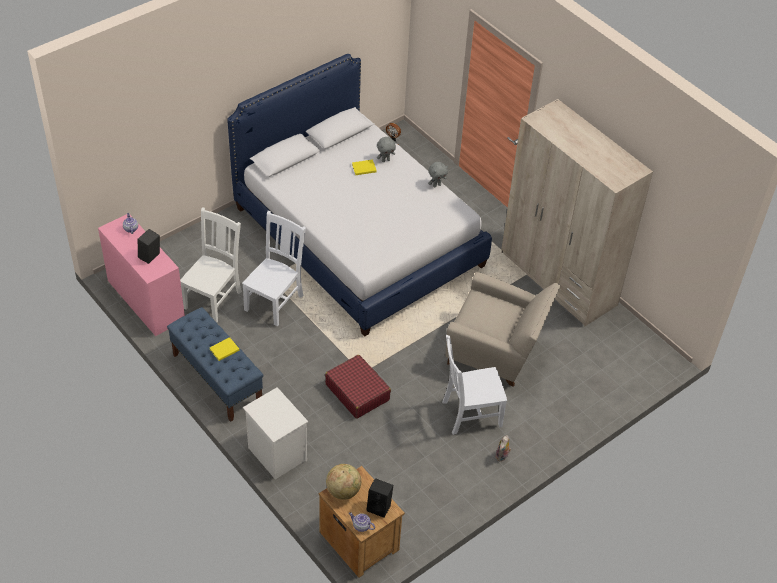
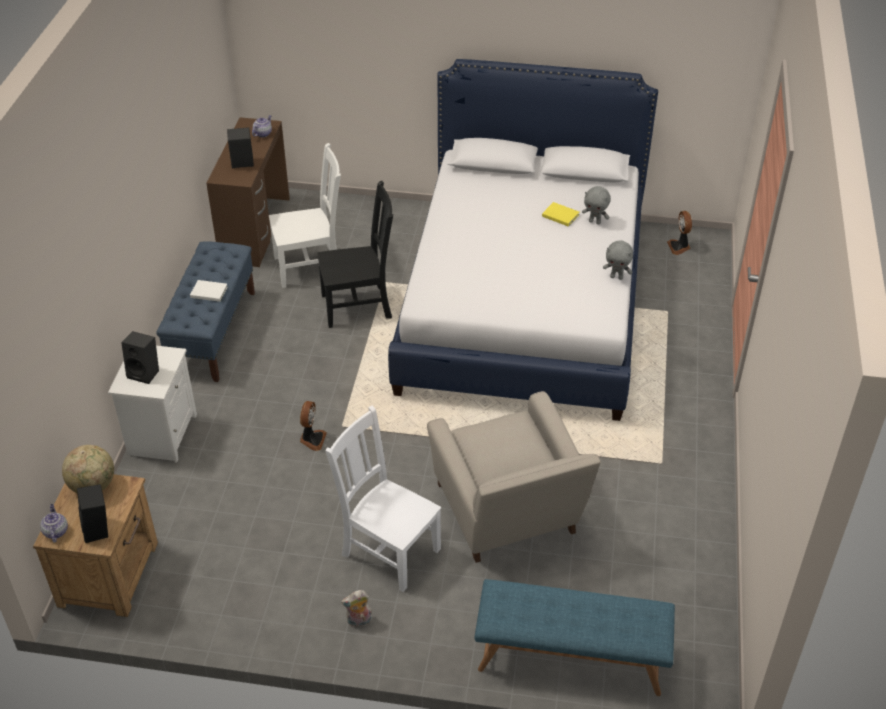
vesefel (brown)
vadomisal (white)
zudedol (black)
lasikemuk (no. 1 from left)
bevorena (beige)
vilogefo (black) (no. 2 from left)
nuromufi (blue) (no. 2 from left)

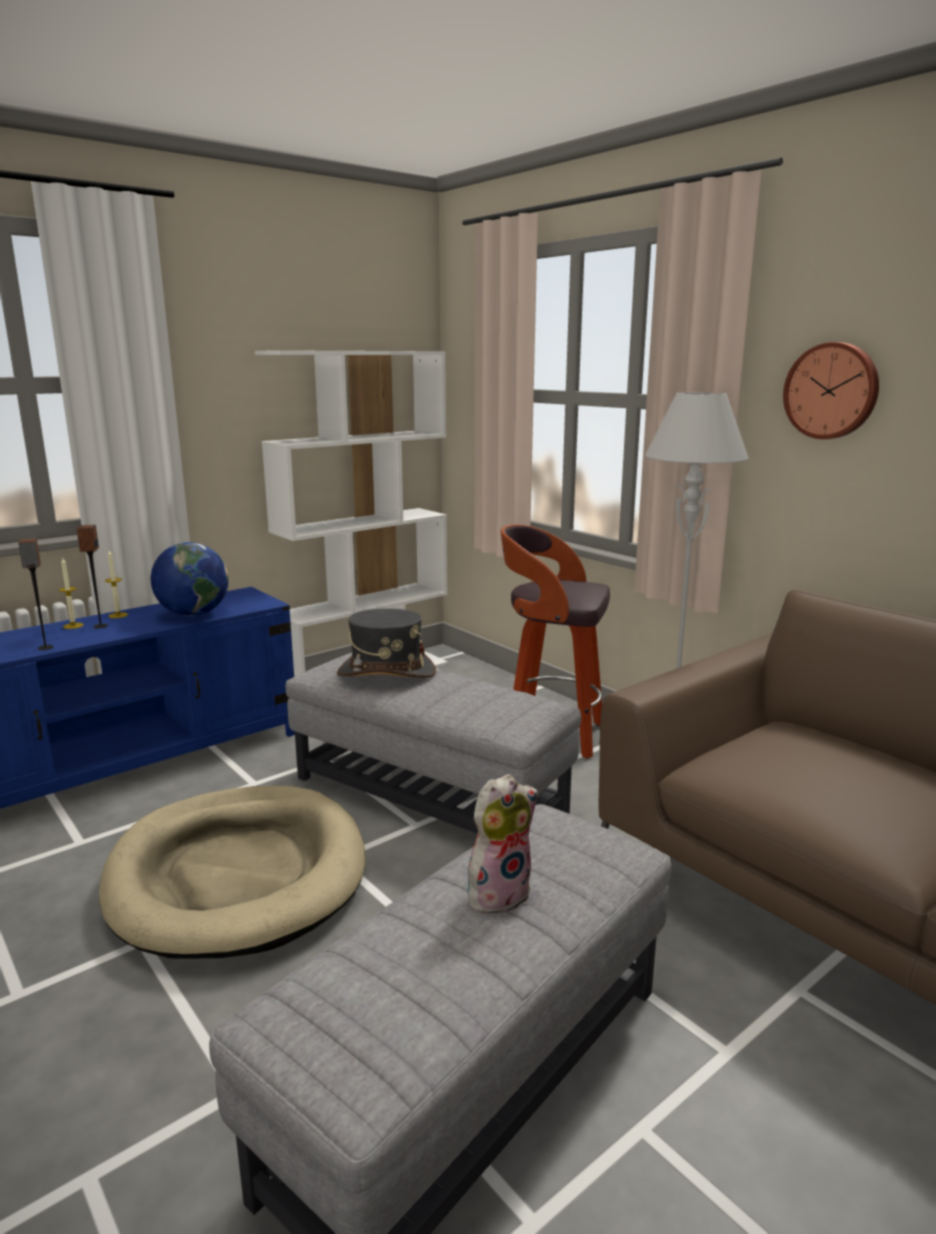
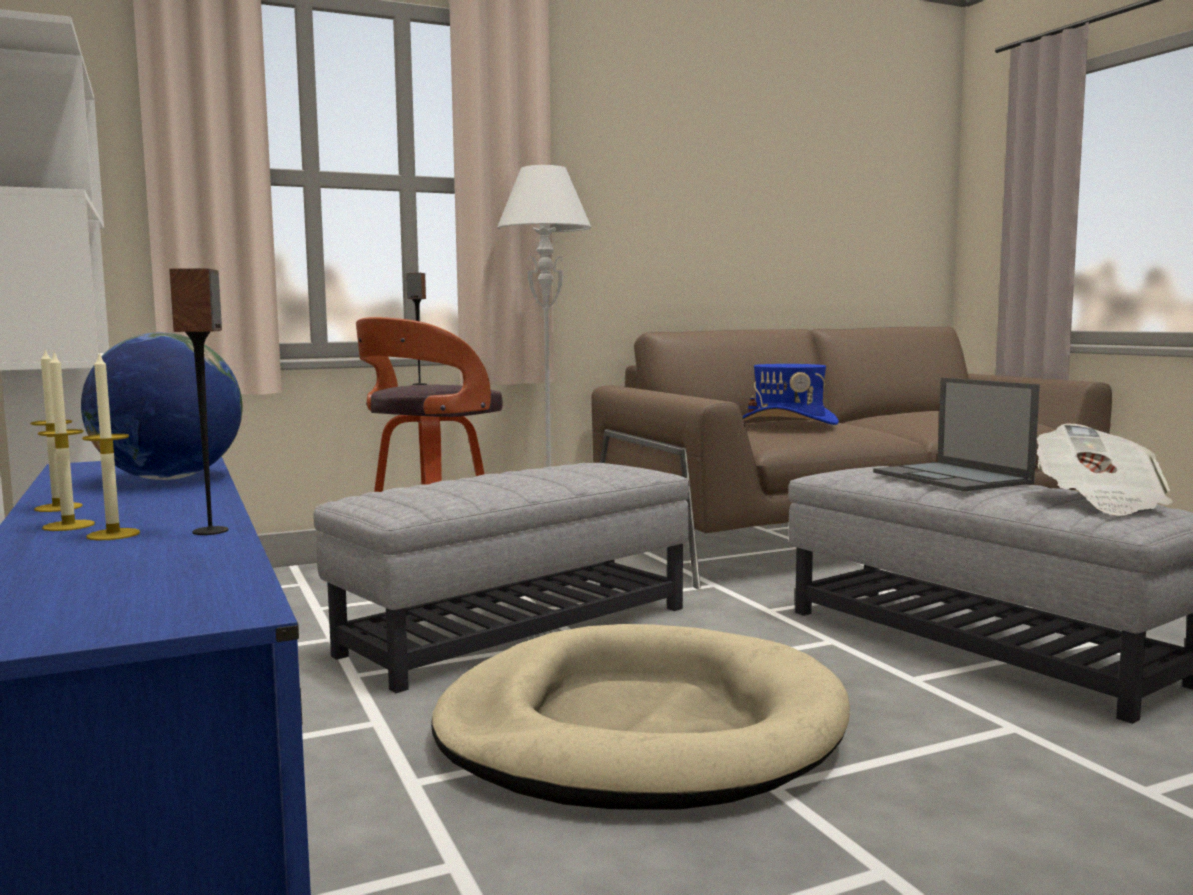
vilogefo (no. 2 from left)
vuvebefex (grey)
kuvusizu
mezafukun
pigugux (no. 3 from left)
vuvebefex (blue)
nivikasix

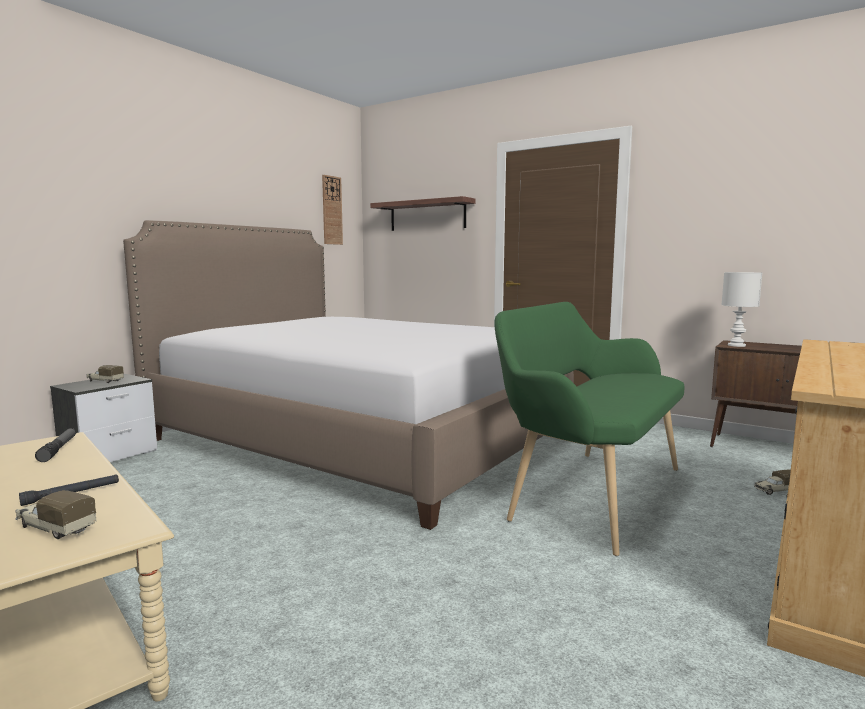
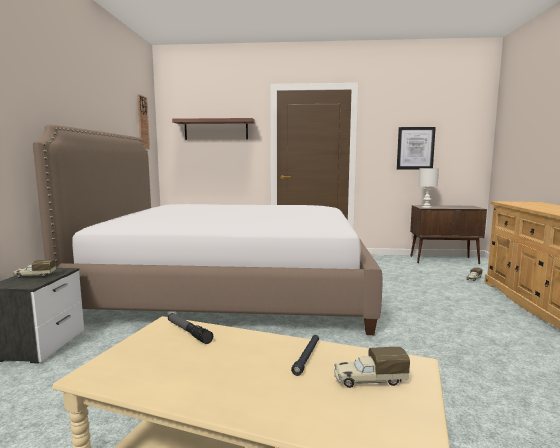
nuromufi (green)
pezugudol

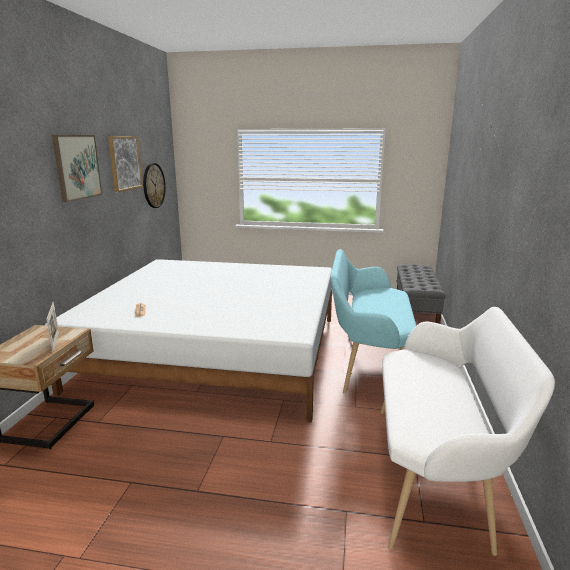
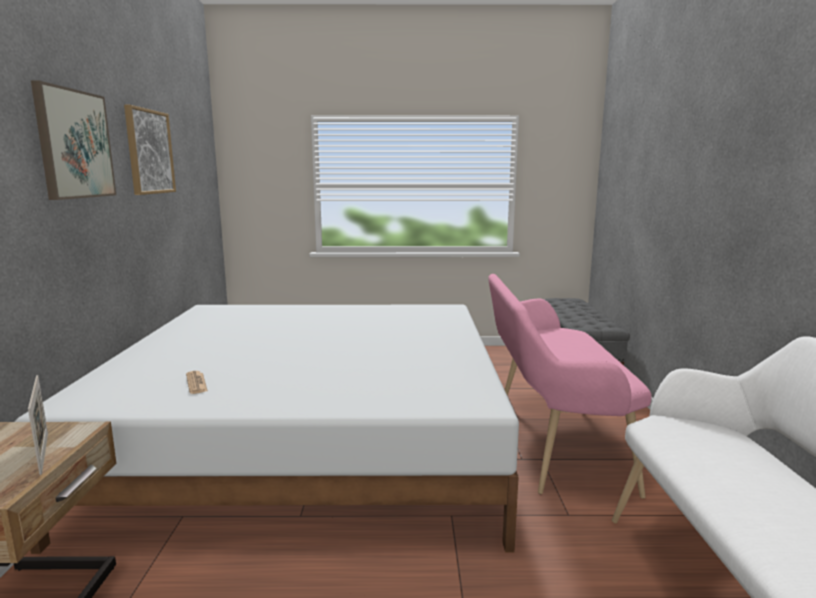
mezafukun
nuromufi (pink)

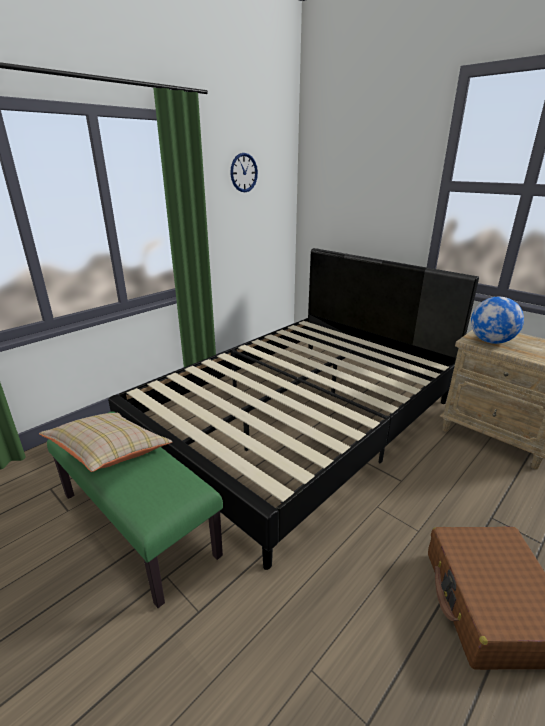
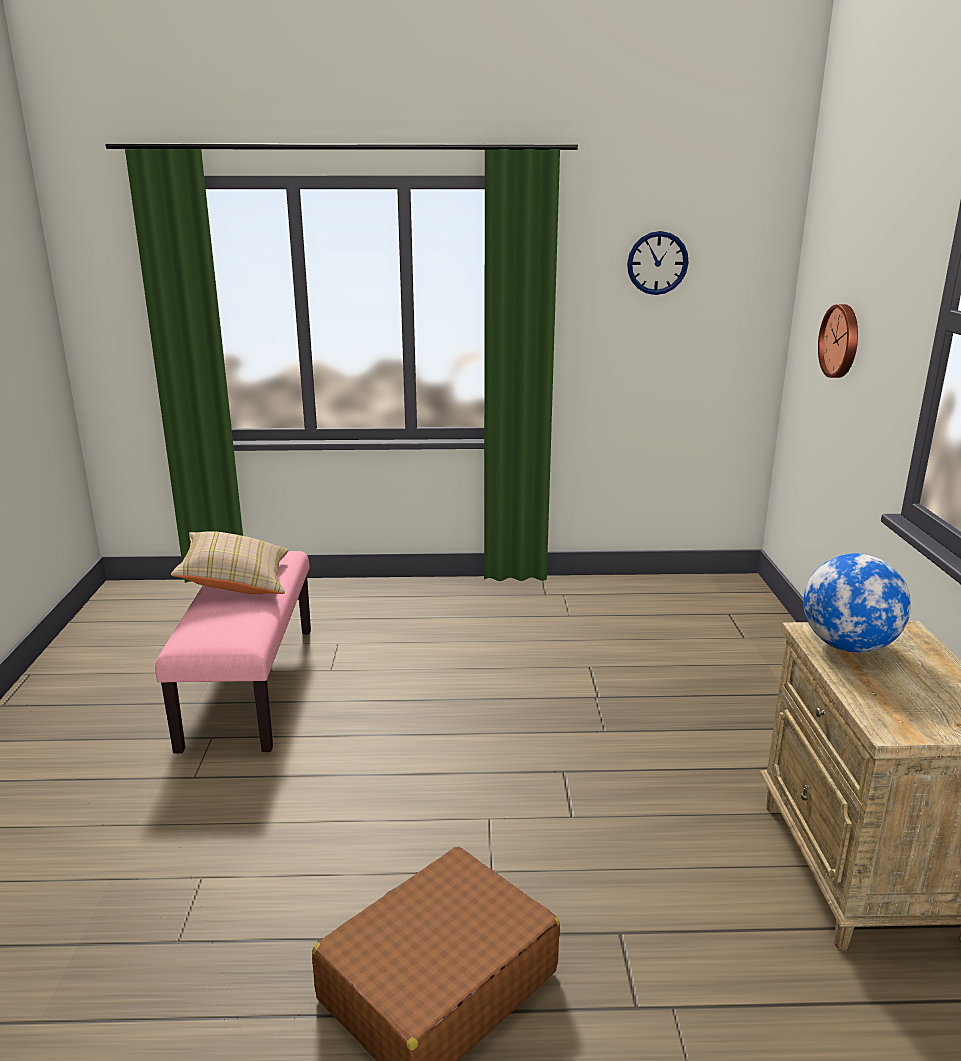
nuromufi (pink)
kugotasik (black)
mezafukun (no. 2 from left)

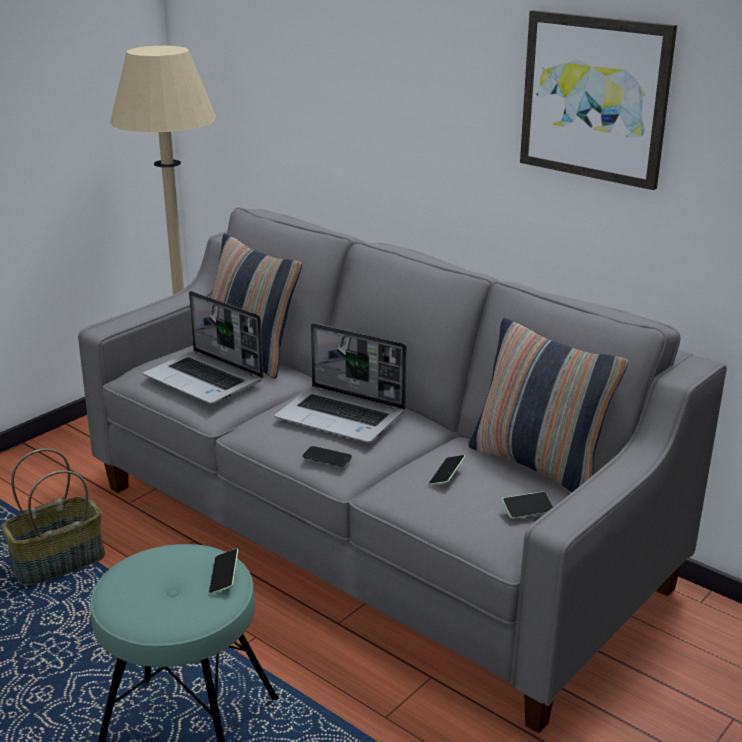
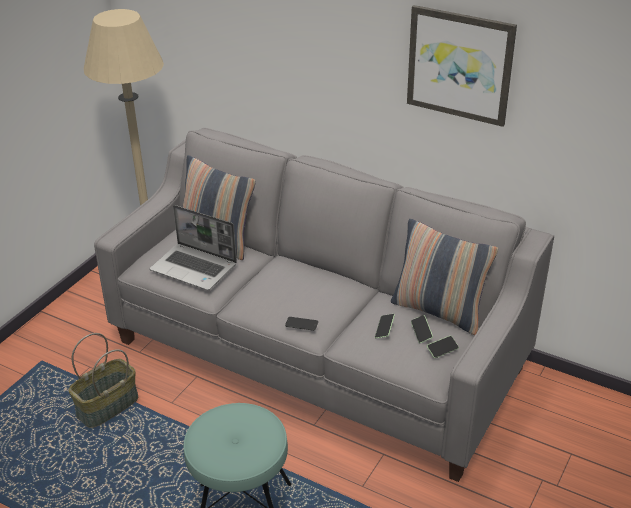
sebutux (no. 3 from left)
kuvusizu (no. 2 from left in the first image)

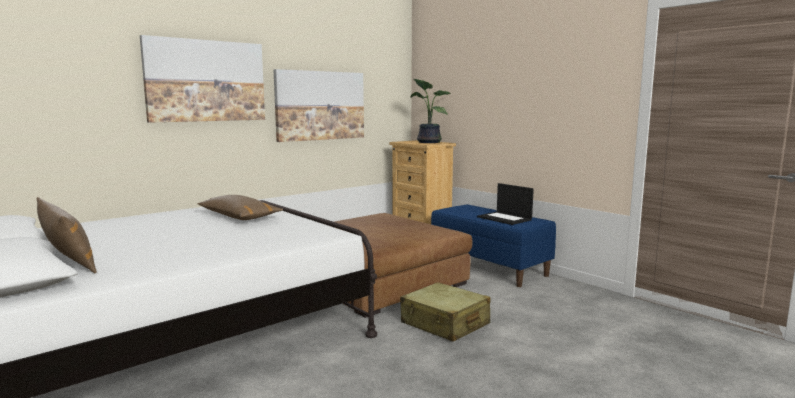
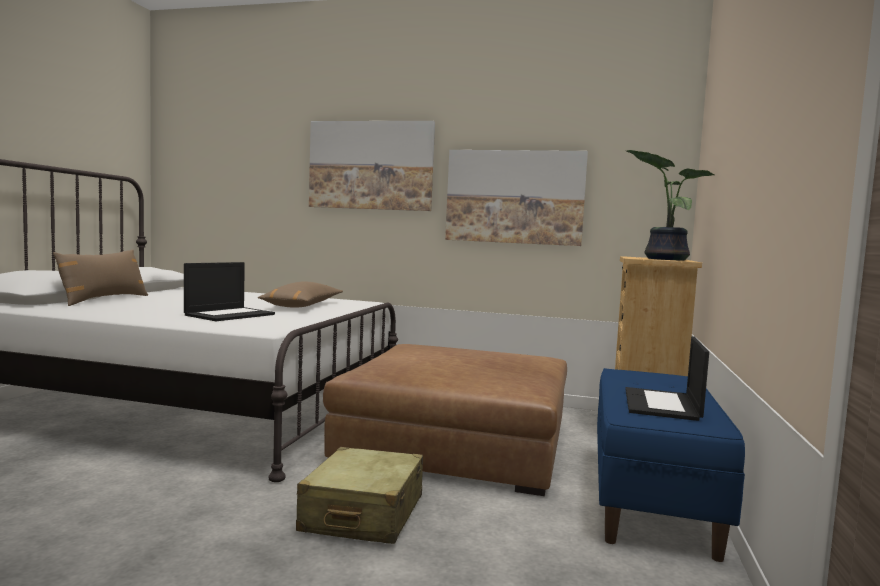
kuvusizu (no. 1 from left)

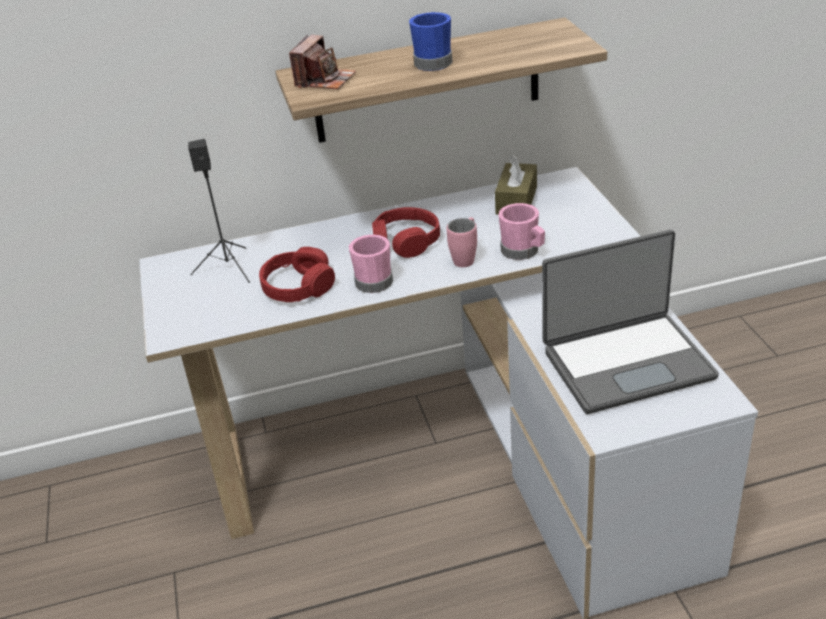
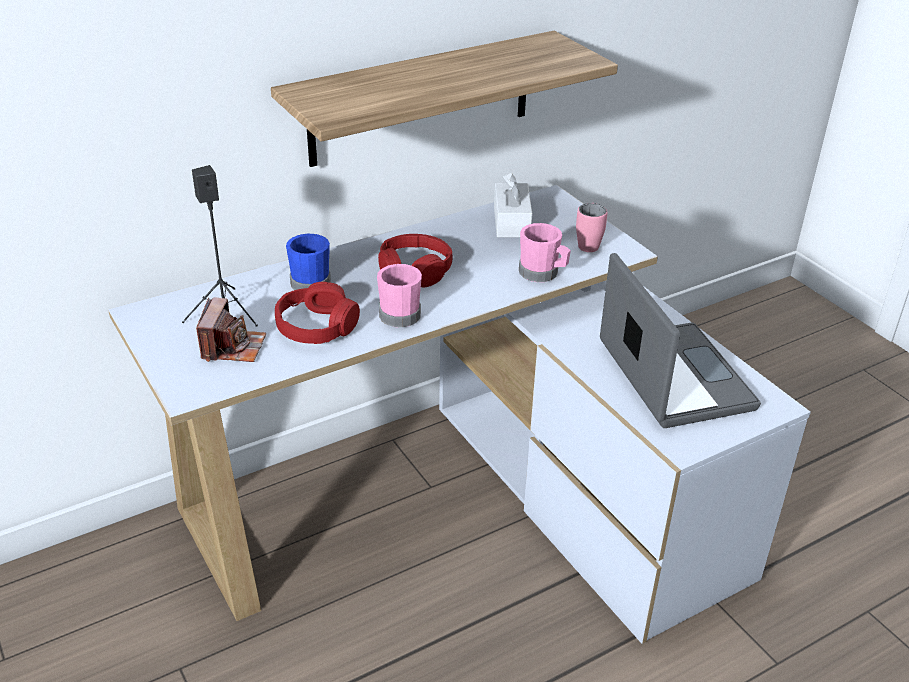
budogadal
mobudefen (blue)
mobudefen (pink) (no. 3 from left)
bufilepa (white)
kuvusizu

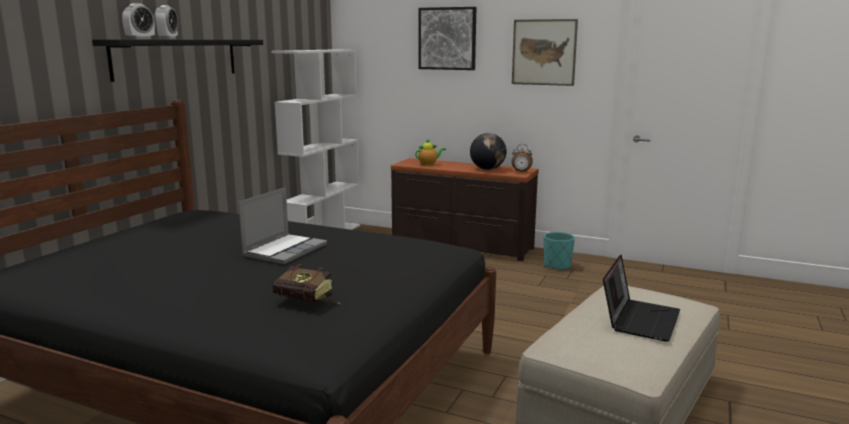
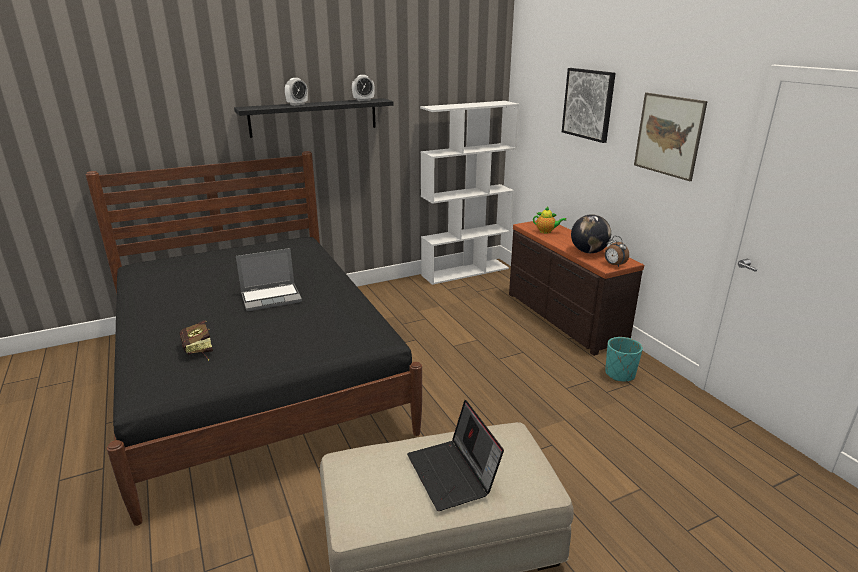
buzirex (no. 2 from left)
kuvusizu (no. 2 from left)

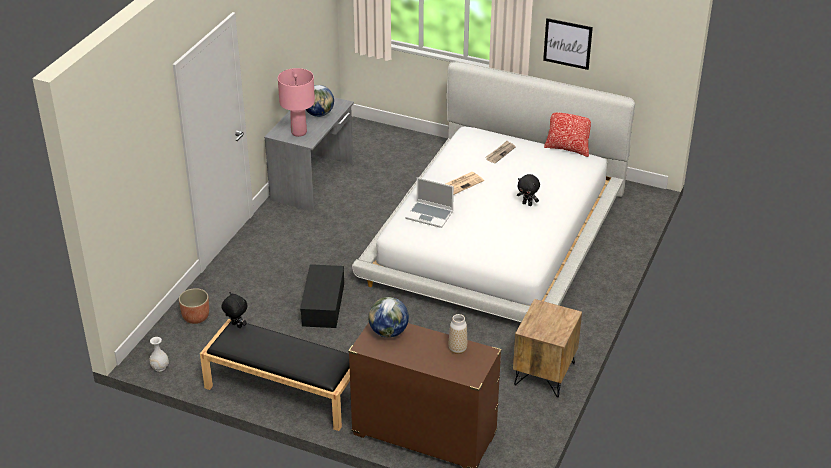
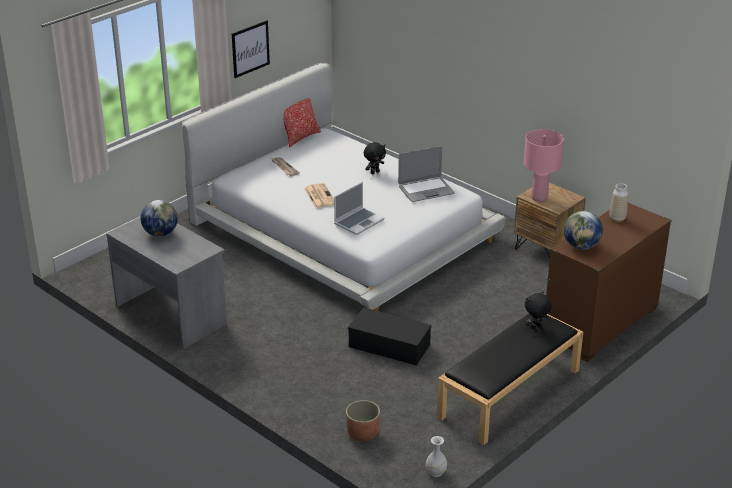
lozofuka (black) (no. 2 from left)
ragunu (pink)
kuvusizu (no. 2 from left)

